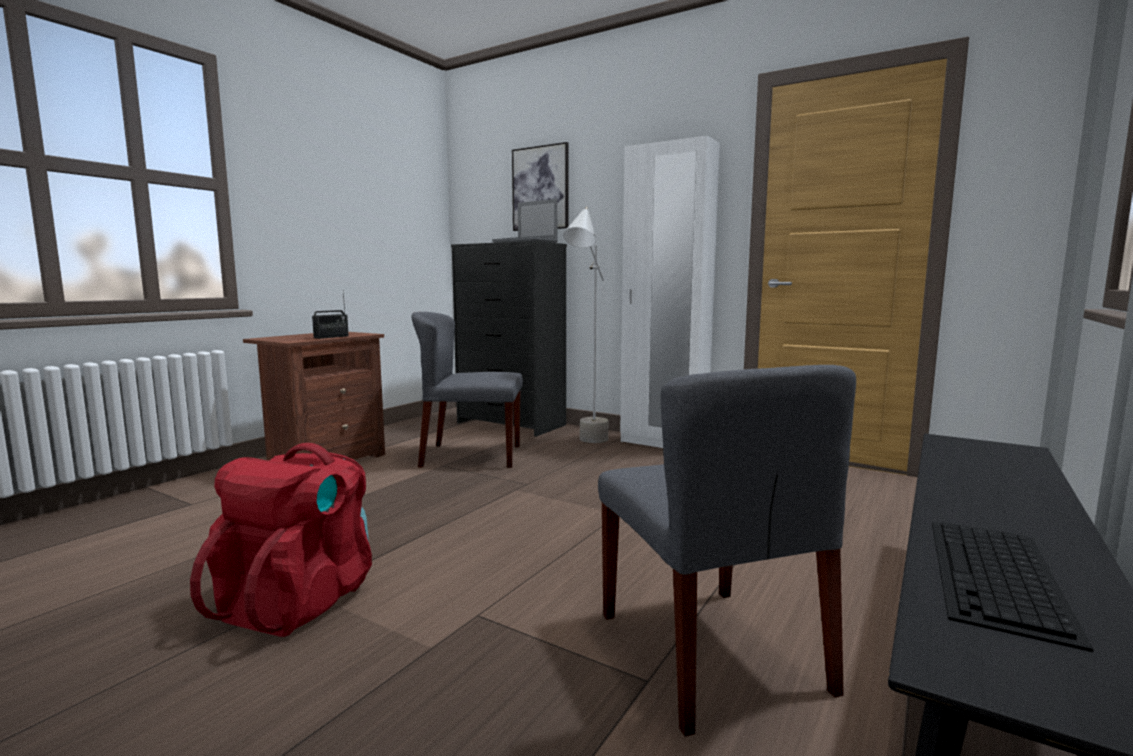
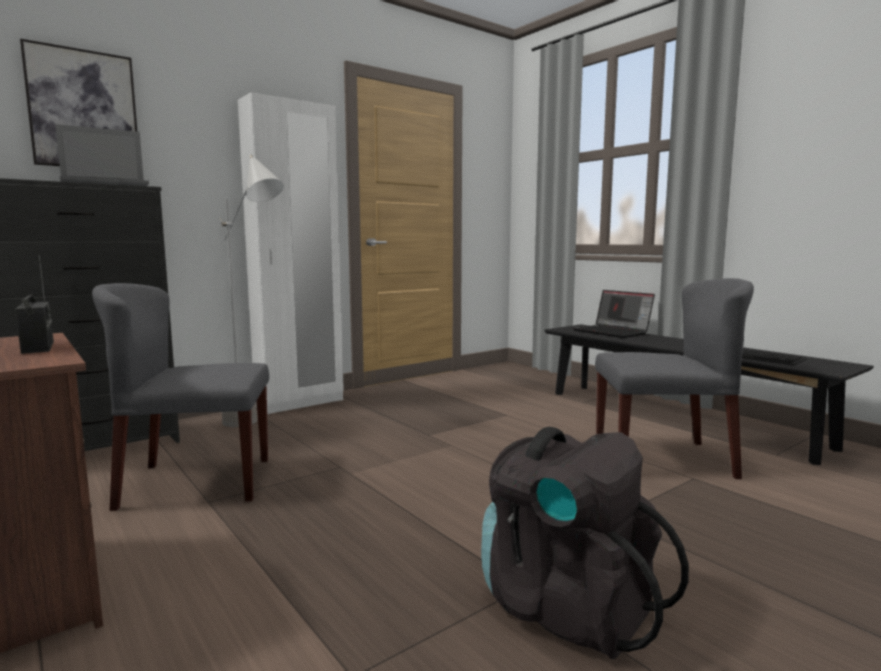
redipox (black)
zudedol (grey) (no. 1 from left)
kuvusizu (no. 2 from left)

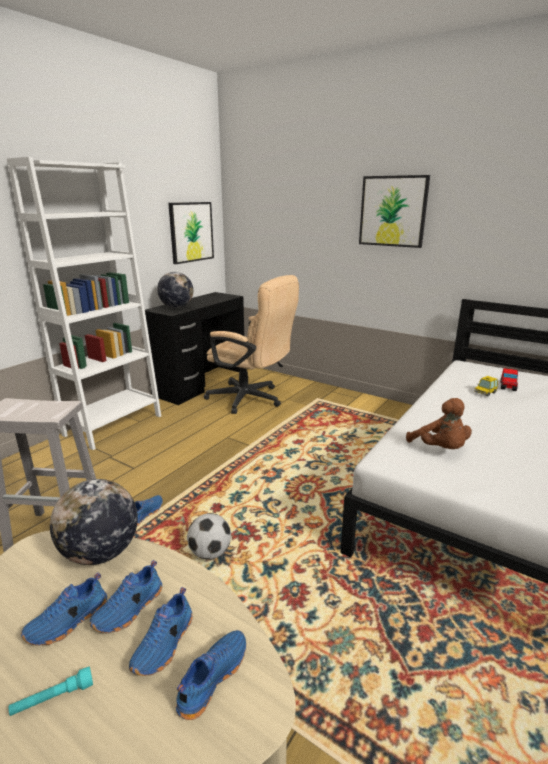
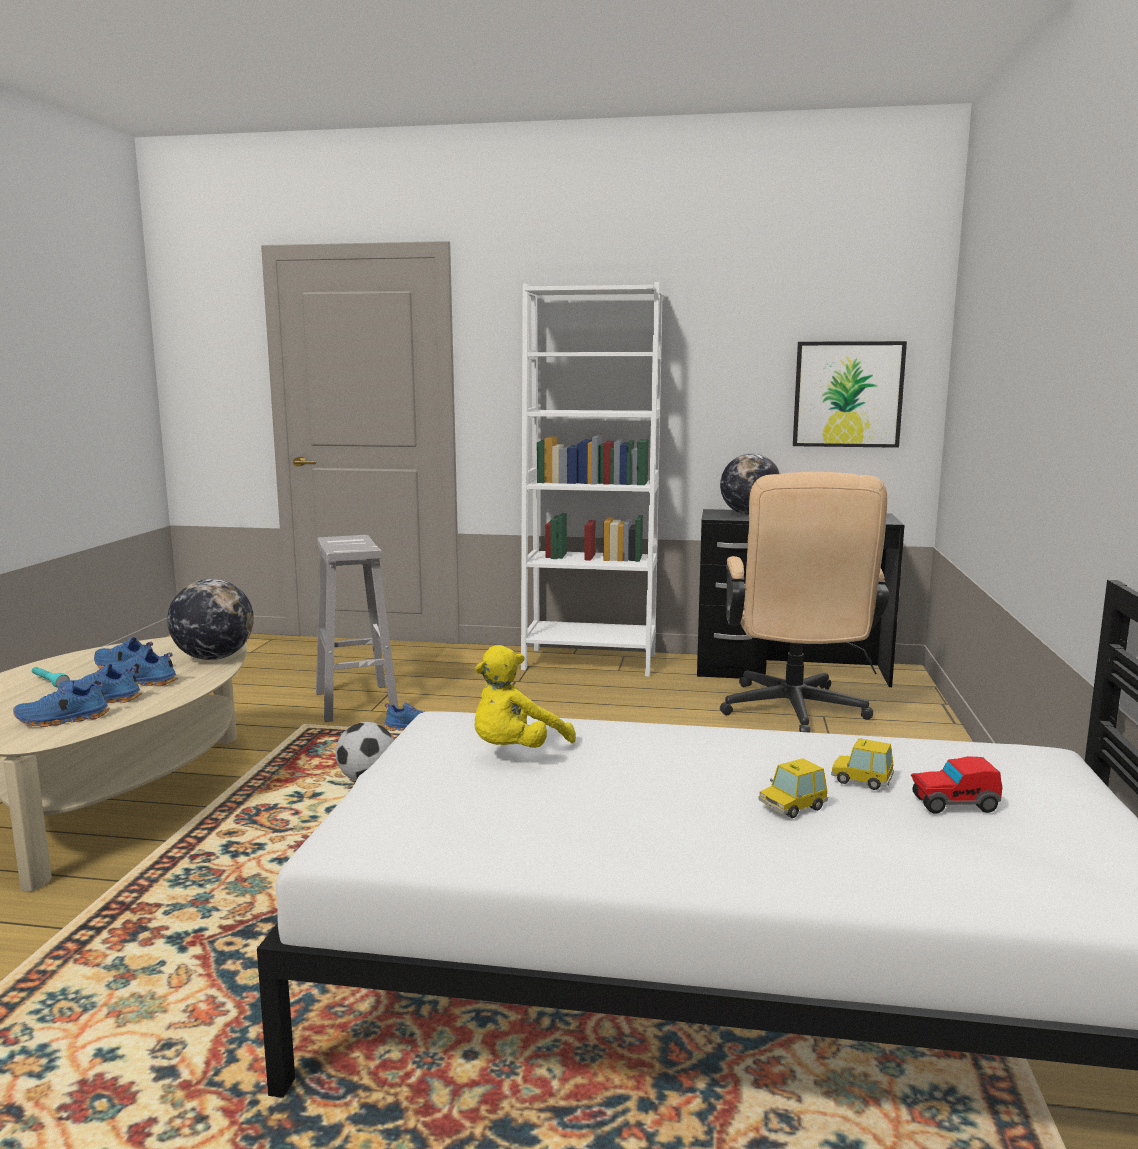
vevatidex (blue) (no. 1 from left)
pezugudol (no. 2 from left in the first image)
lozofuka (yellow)
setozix (no. 1 from left)

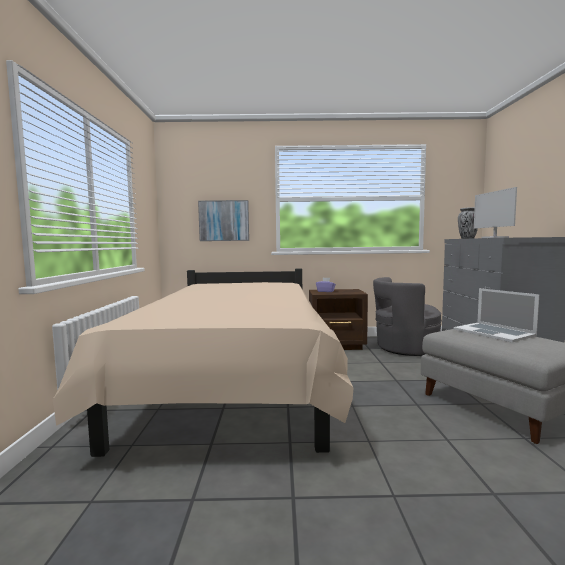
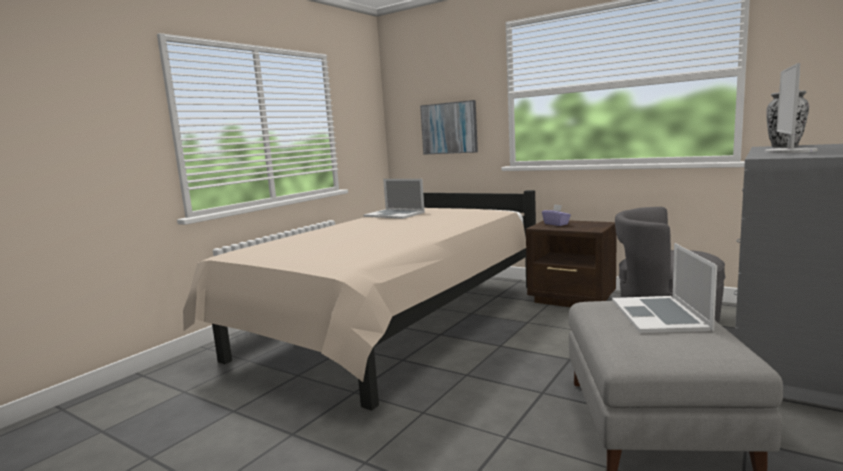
kuvusizu (no. 1 from left)

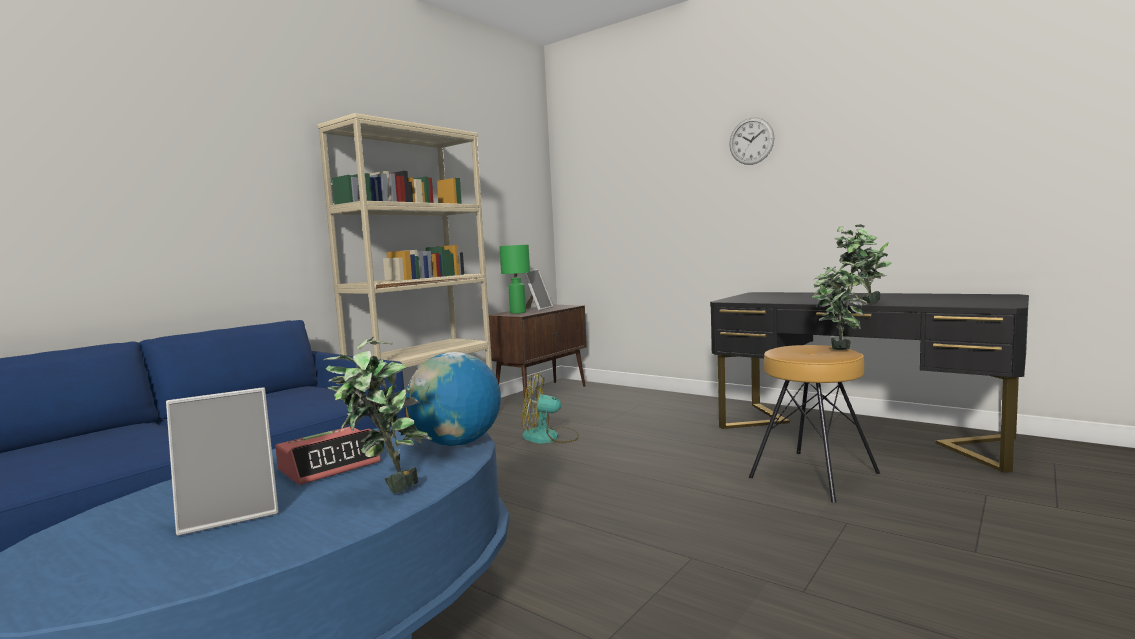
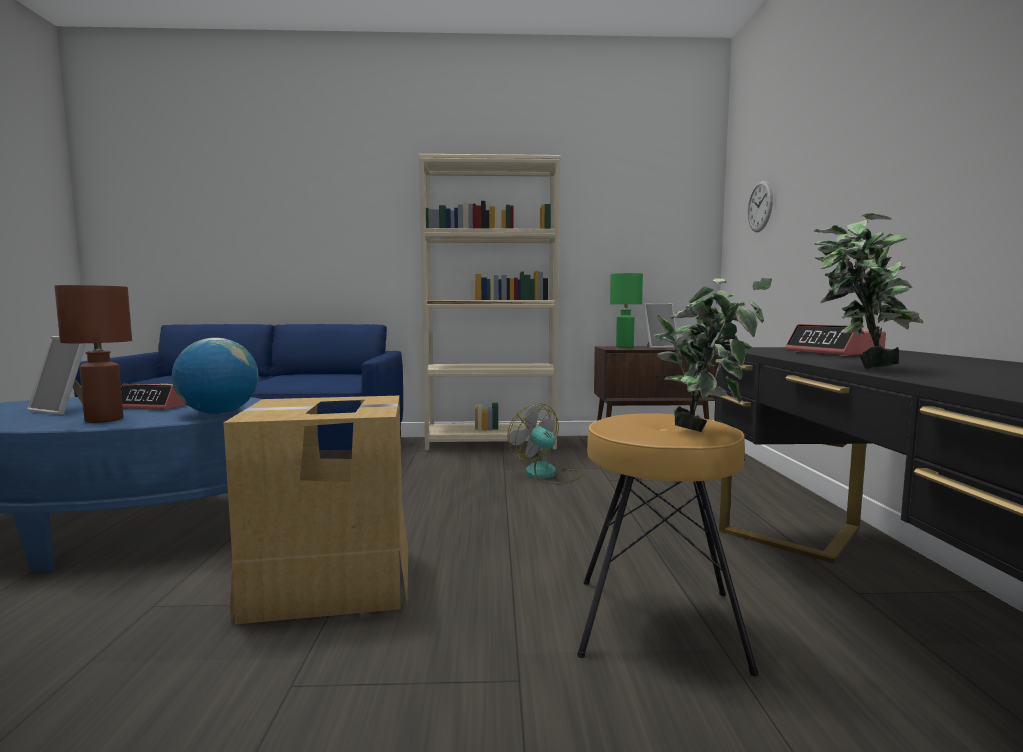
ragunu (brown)
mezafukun
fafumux
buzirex (no. 2 from left)

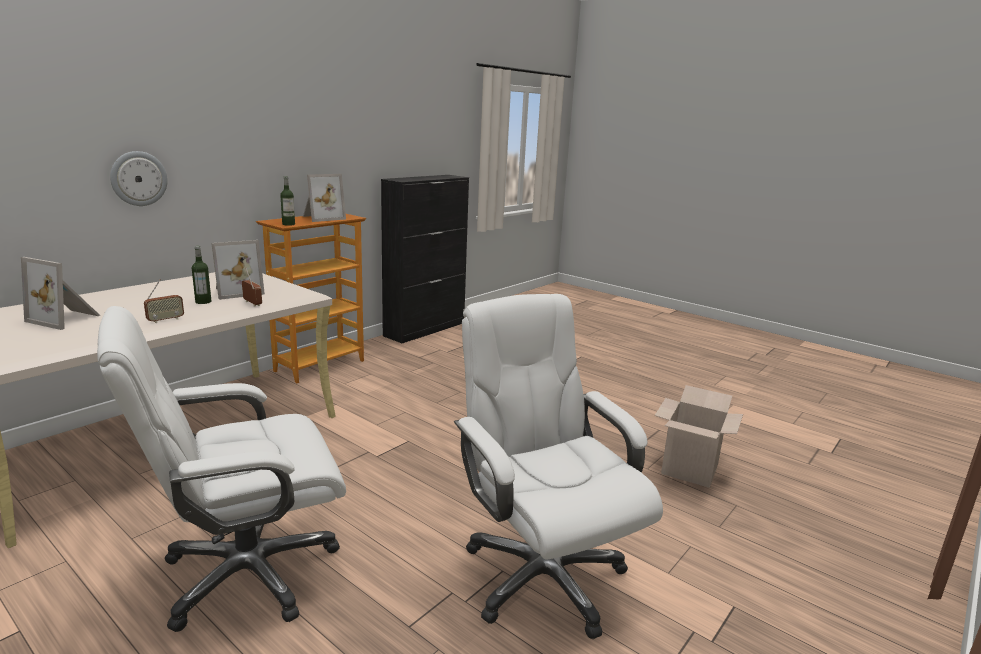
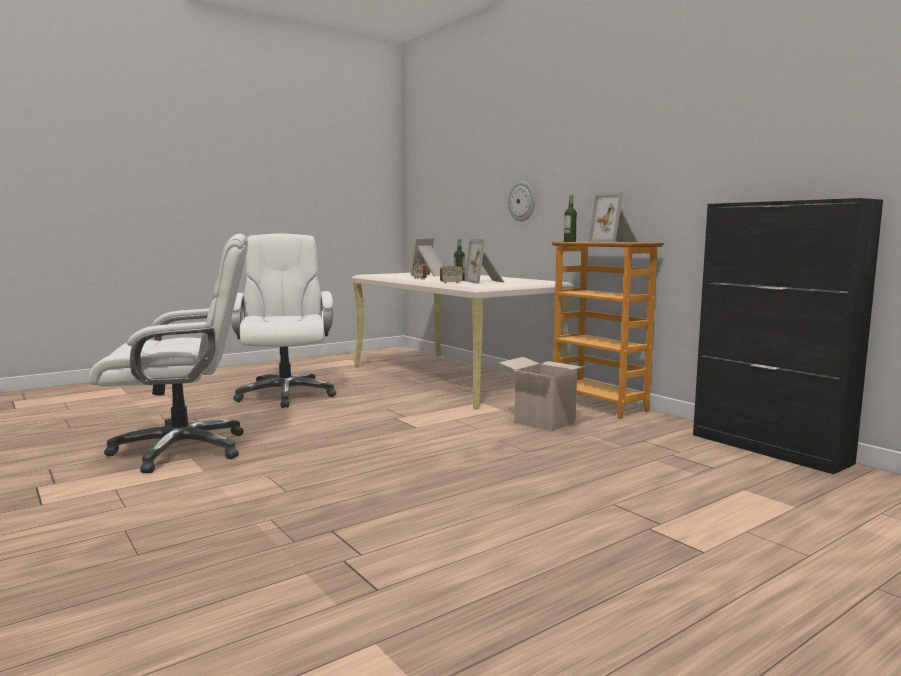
fafumux

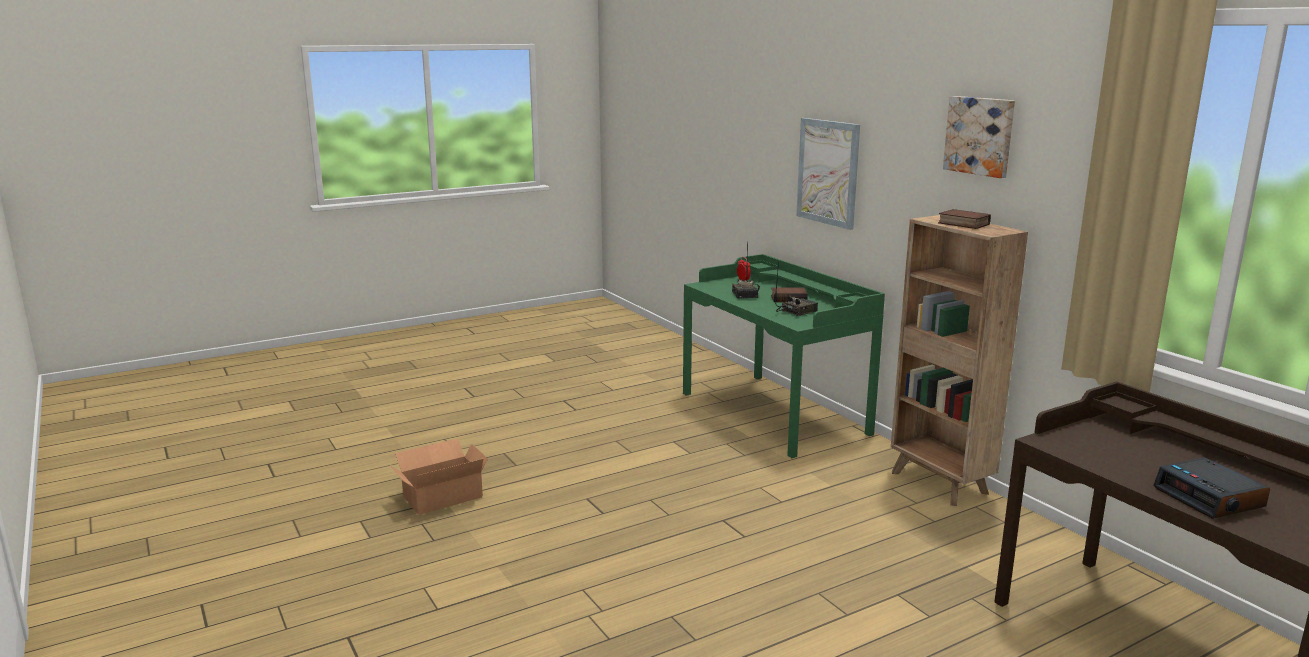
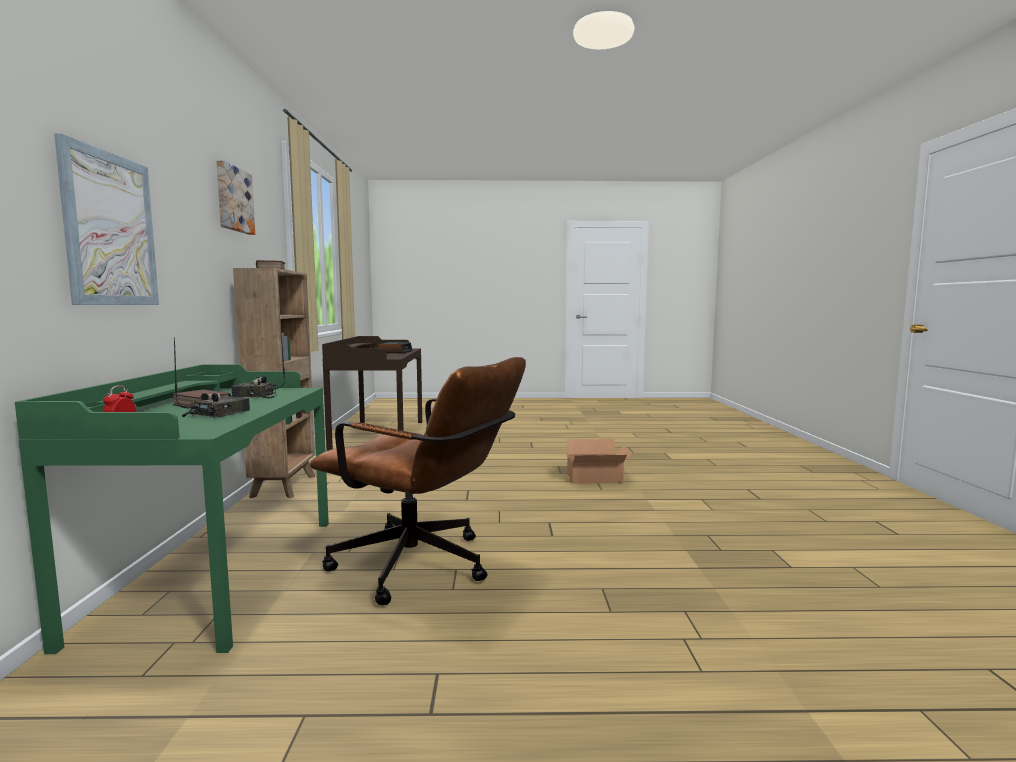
fafumux
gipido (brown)

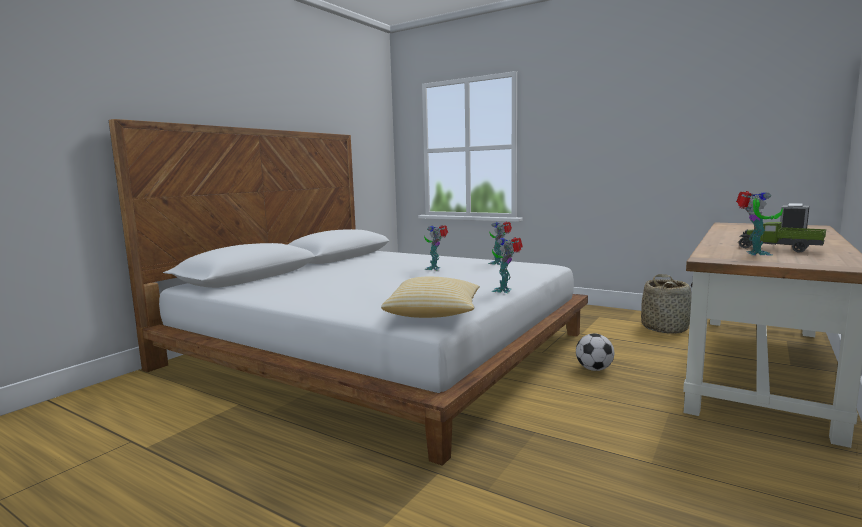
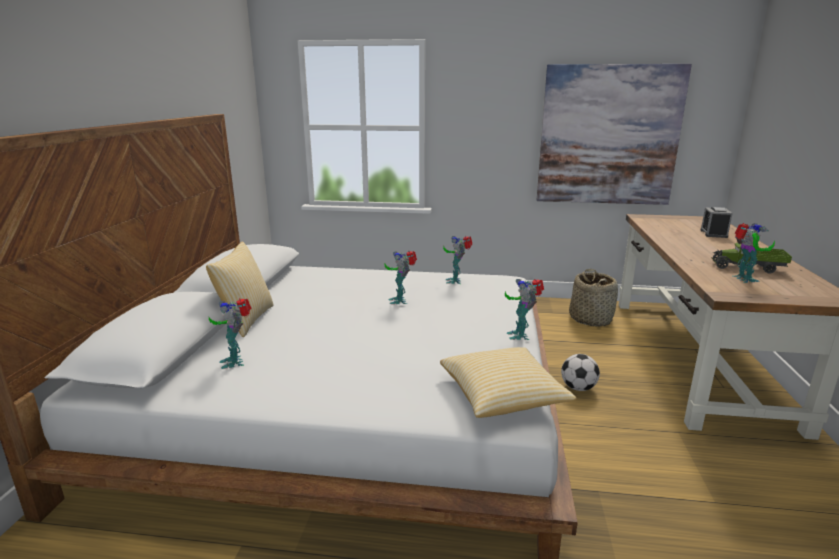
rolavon (no. 1 from left)
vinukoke (no. 1 from left)
pezugudol

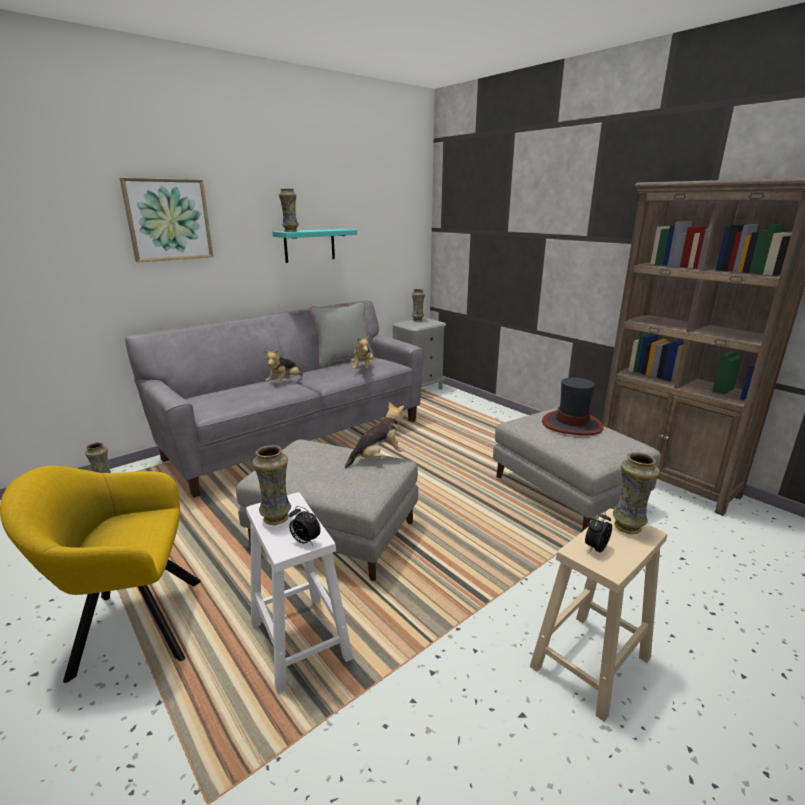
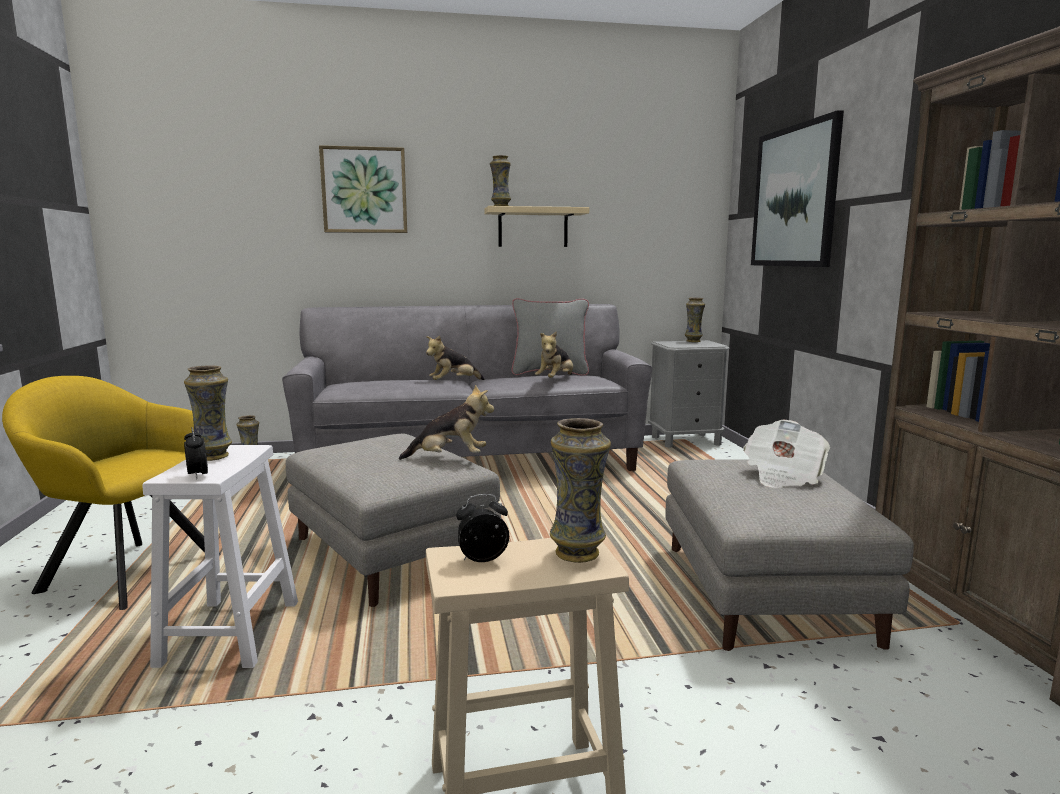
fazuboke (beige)
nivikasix
pezugudol (no. 2 from left)

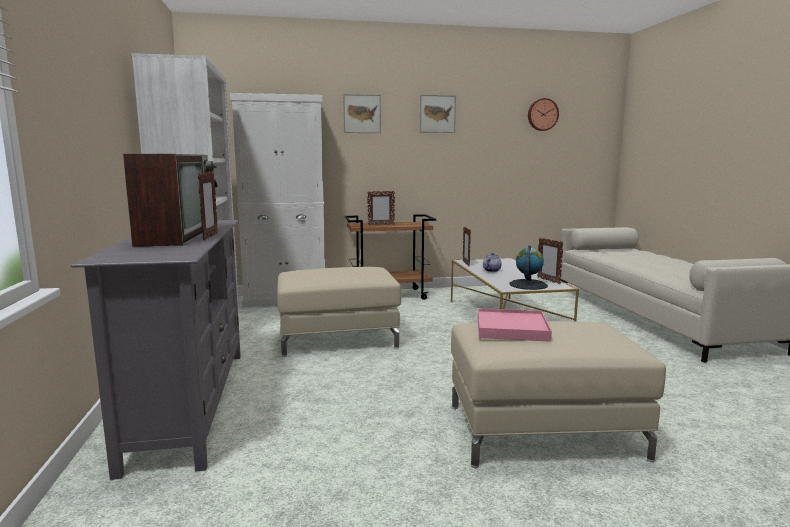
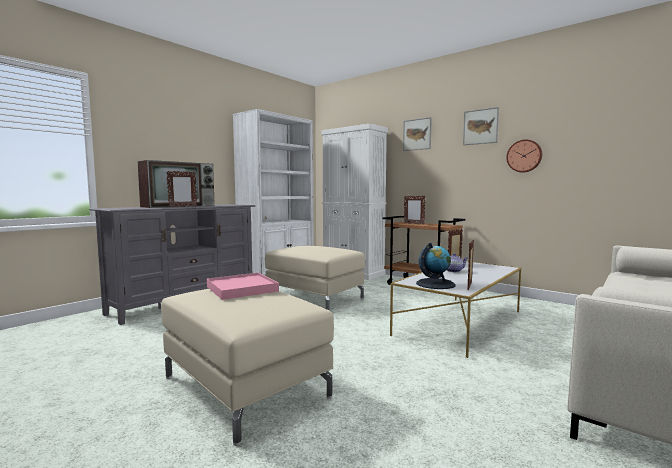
mezafukun

